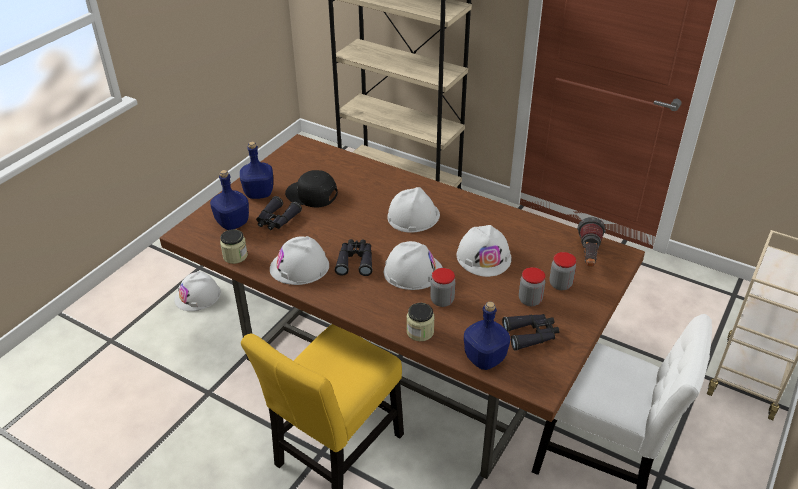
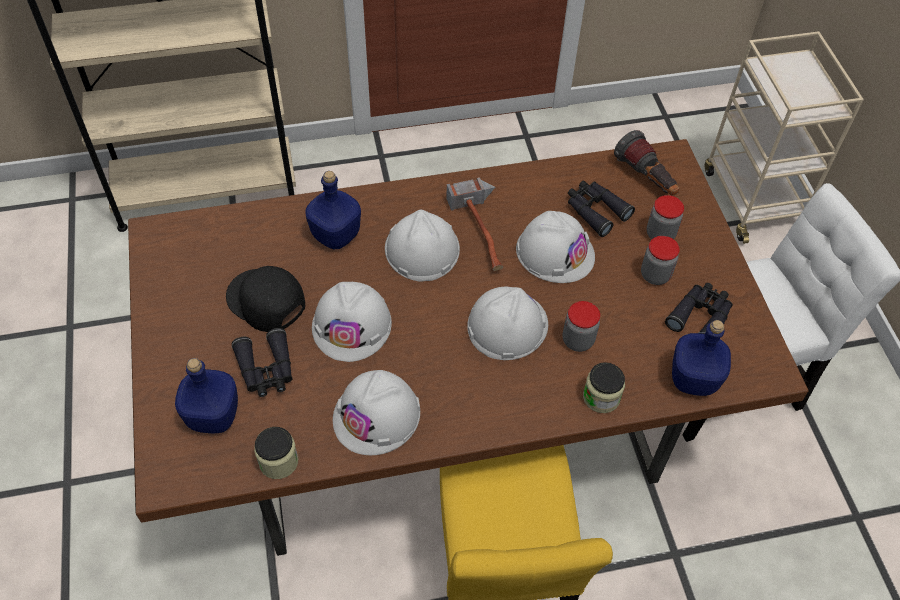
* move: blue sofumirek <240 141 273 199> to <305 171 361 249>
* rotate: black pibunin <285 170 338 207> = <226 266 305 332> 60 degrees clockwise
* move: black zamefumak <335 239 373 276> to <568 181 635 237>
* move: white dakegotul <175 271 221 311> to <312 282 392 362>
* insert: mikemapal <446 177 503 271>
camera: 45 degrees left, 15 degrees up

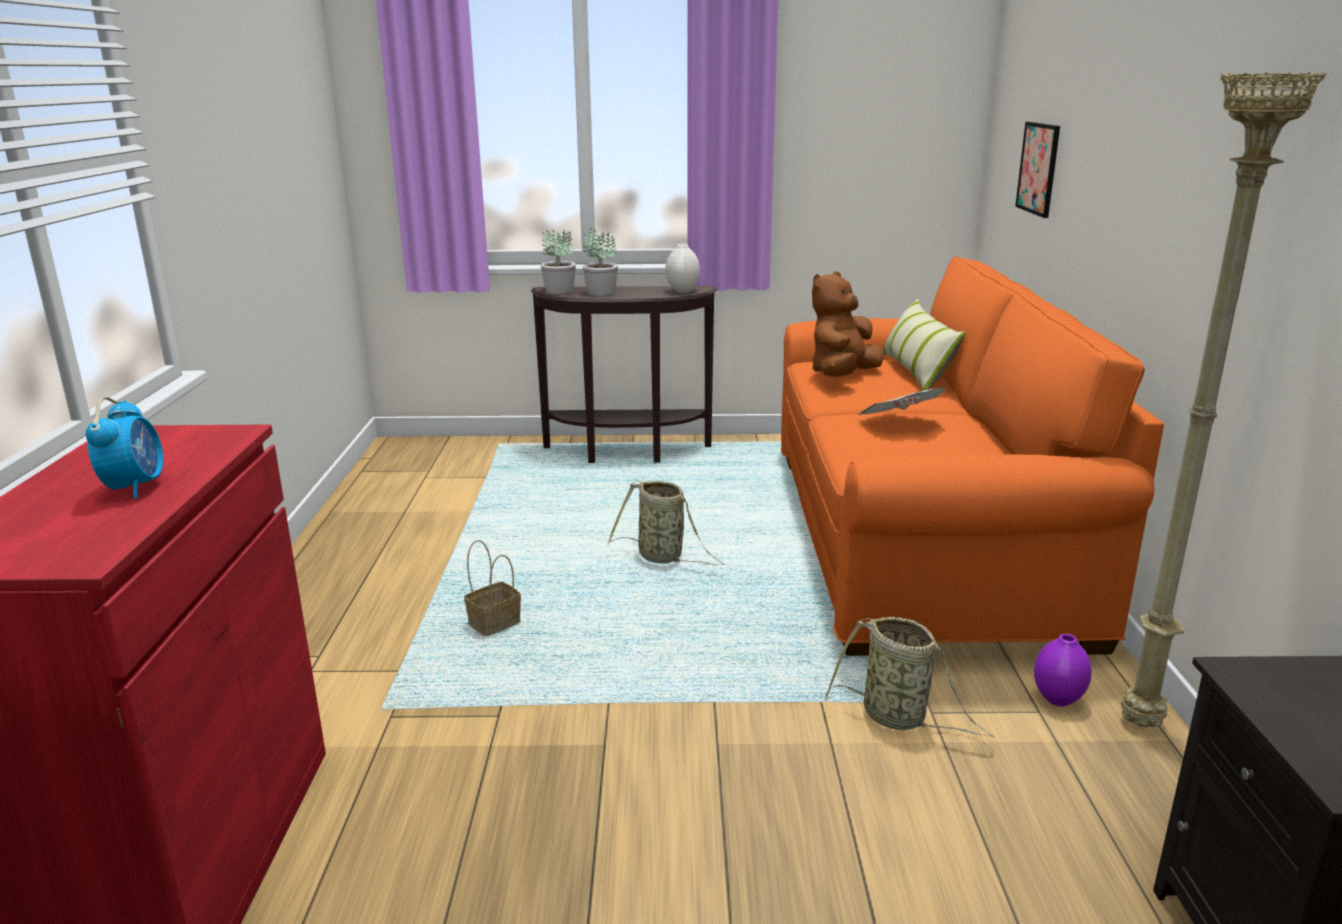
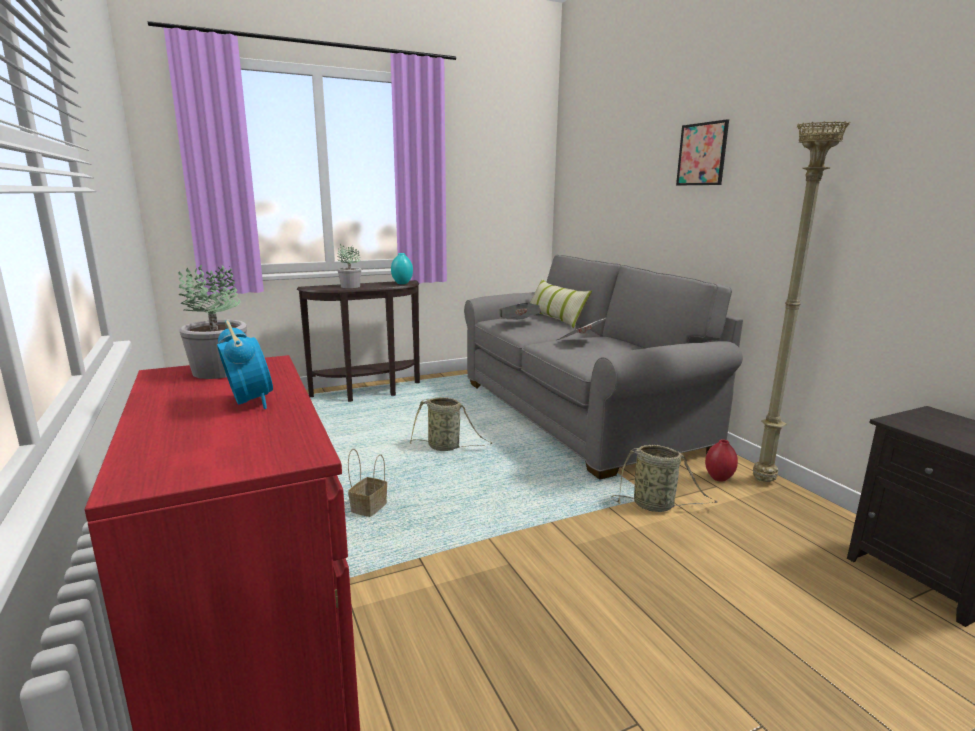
* move: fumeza <1015 122 1060 218> to <676 119 729 185>
* move: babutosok <541 229 576 294> to <178 264 247 379>
* recolor: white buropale <665 244 700 293> to turquoise buropale <391 253 413 284>
* recolor: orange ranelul <781 256 1164 656> to grey ranelul <464 255 743 480>
* replace: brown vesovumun <812 271 883 377> to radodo <499 303 541 320>
* recolor: purple buropale <1034 634 1092 706> to red buropale <705 439 738 482>
camera: 25 degrees left, 5 degrees down

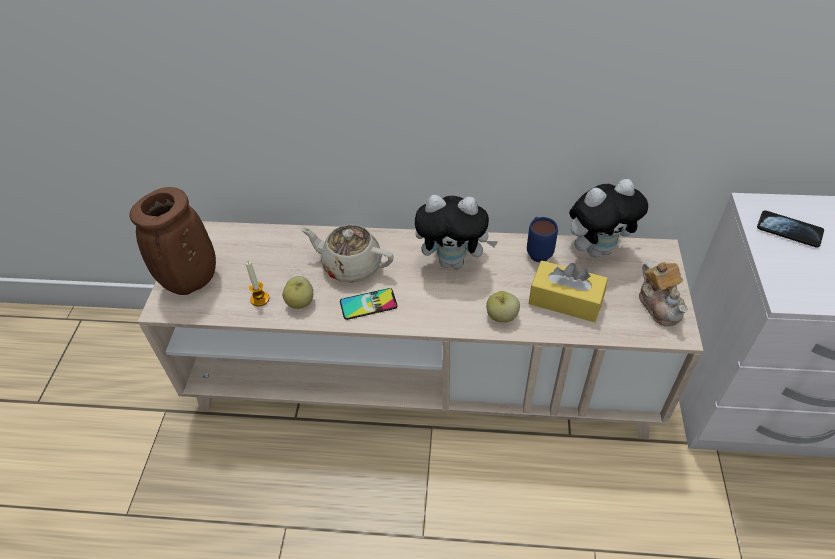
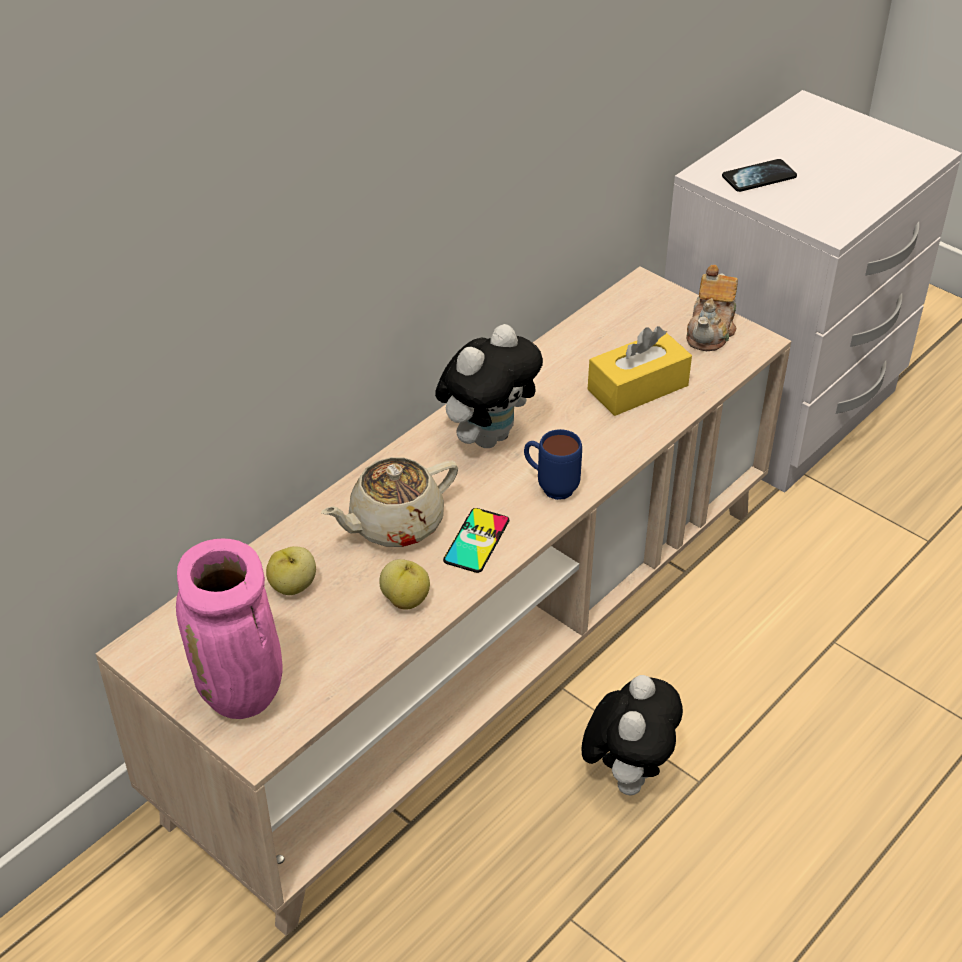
* move: vesovumun <569 179 648 257> to <581 675 683 795>
* recolor: brown buropale <129 187 216 295> to pink buropale <176 538 283 719>
* move: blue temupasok <527 217 558 262> to <524 429 582 500>
* delete: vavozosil <246 261 269 306>
* rotate: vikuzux <639 261 688 326> = <686 265 738 351> 90 degrees clockwise
* move: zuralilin <486 291 520 322> to <266 546 316 595>
camera: 55 degrees left, 5 degrees down

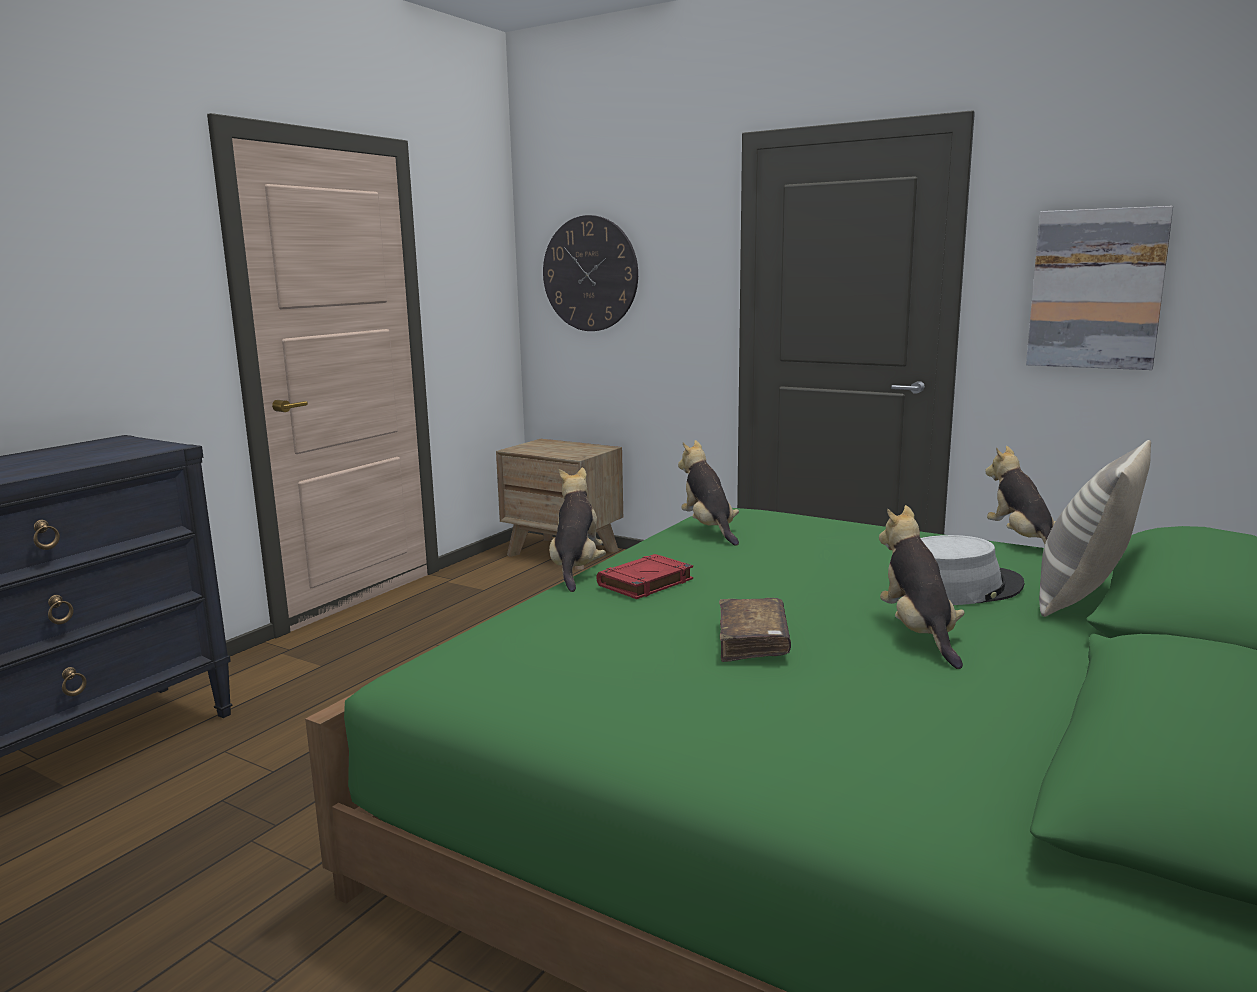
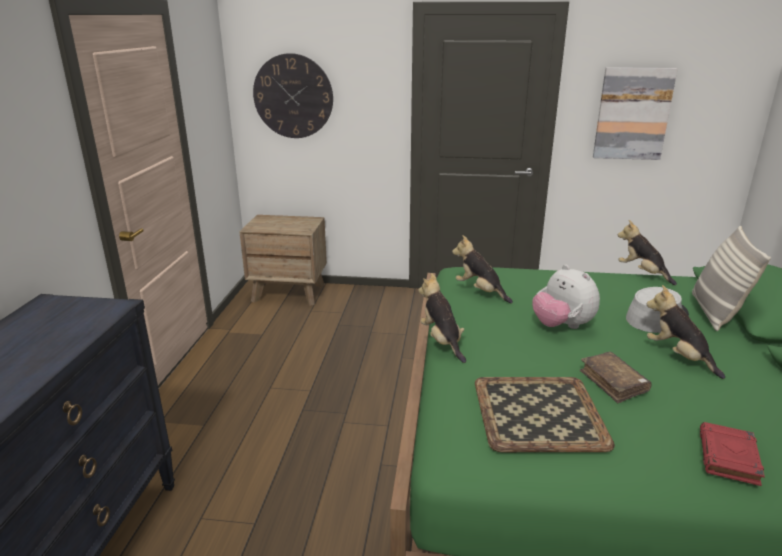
* move: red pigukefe <596 554 693 599> to <700 422 765 486>
* insert: vesovumun <532 265 600 329>
* insert: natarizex <475 377 615 452>
camera: 25 degrees left, 10 degrees up

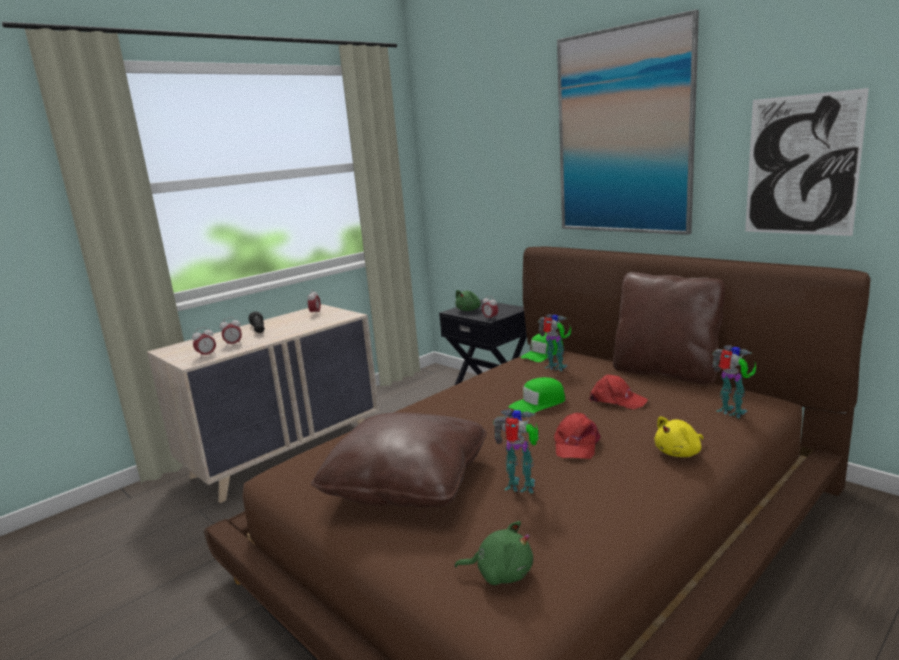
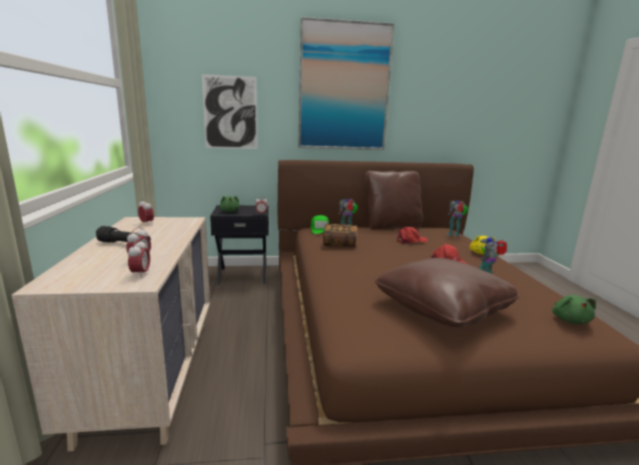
* move: fumeza <745 88 869 236> to <202 74 257 149>
* delete: green pibunin <509 377 565 414>
* rotate: green vesovumun <455 521 533 585> = <552 295 596 324> 135 degrees clockwise
* insert: pigukefe <323 224 357 247>
camera: 55 degrees left, 0 degrees up

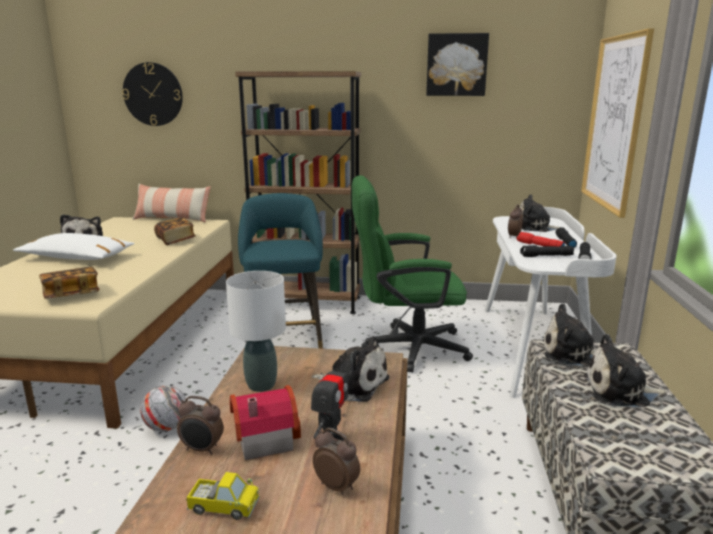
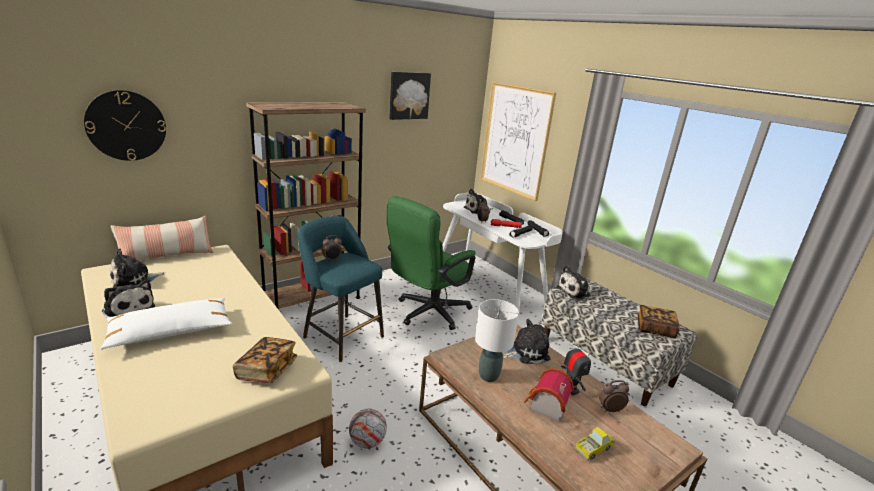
* move: pigukefe <154 218 196 245> to <638 305 680 338>
* move: vesovumun <584 334 667 407> to <110 248 165 288>
* move: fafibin <177 396 224 455> to <322 235 342 262>
camera: 45 degrees left, 5 degrees up

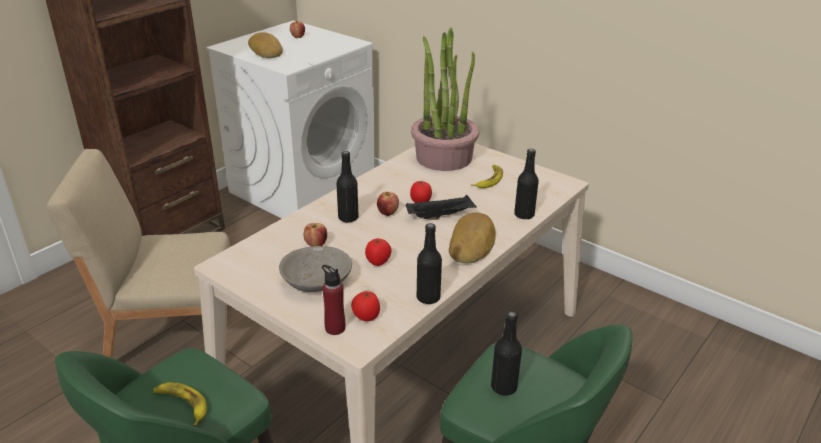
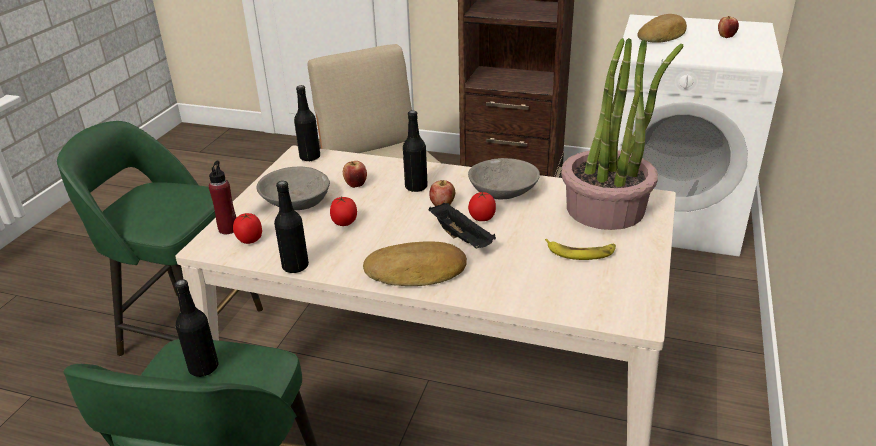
* move: black sofumirek <514 149 539 220> to <294 85 320 162>
* delete: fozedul <153 382 207 426>
* insert: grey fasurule <468 158 540 200>
camera: 70 degrees right, 0 degrees up

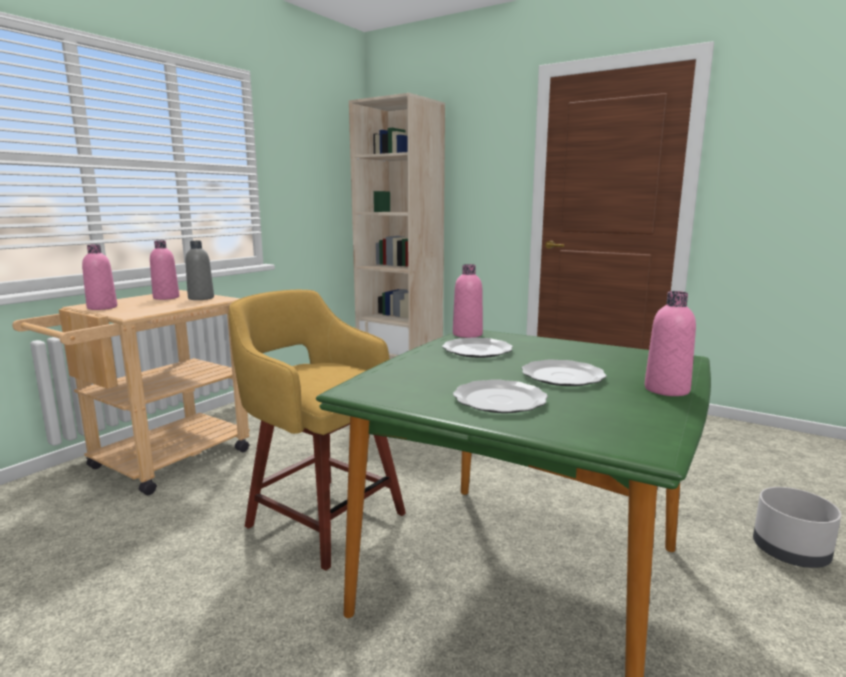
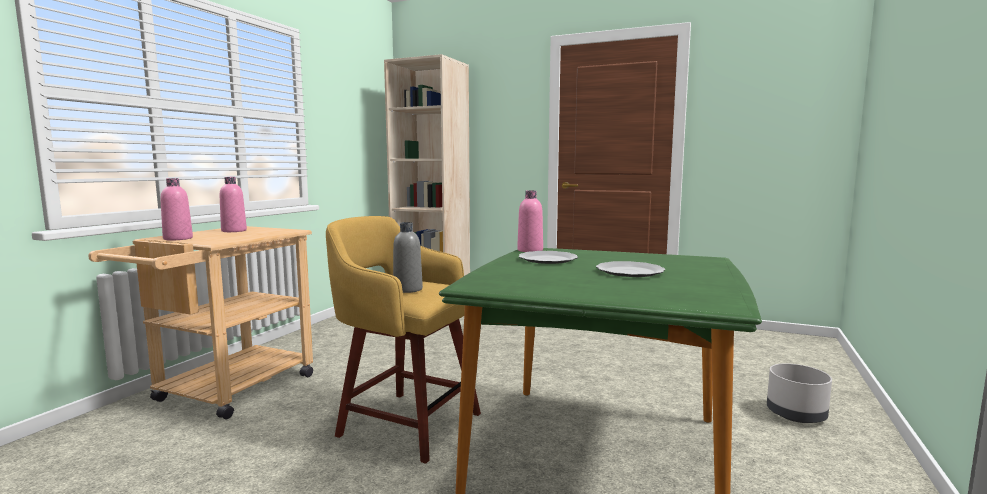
* move: grey sofumirek <185 241 214 300> to <393 222 423 293>
* delete: pink sofumirek <645 291 696 396>
* delete: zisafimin <453 379 548 413>
camera: 10 degrees left, 5 degrees down

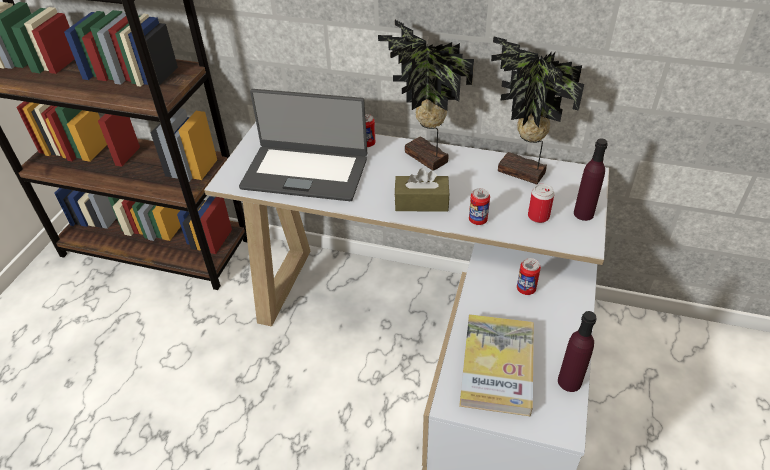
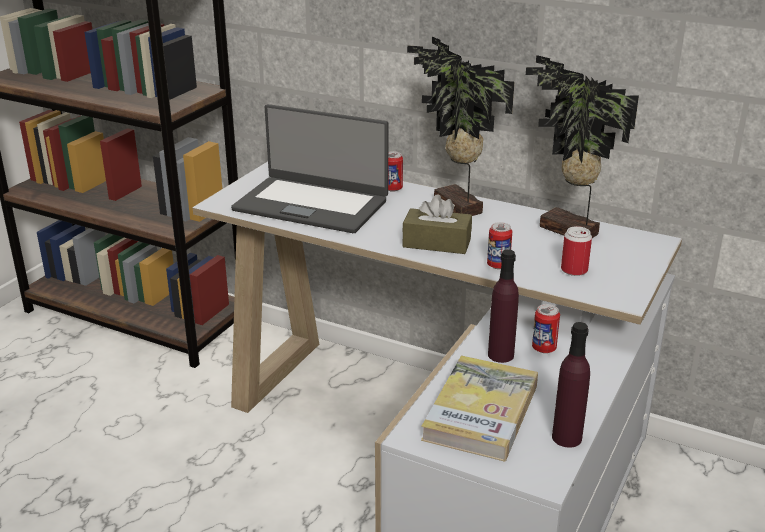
* move: purple sofumirek <574 138 608 221> to <488 249 519 363>
camera: 10 degrees right, 15 degrees down

